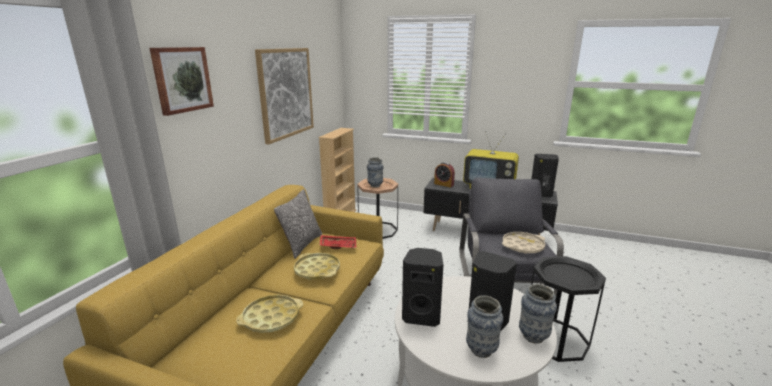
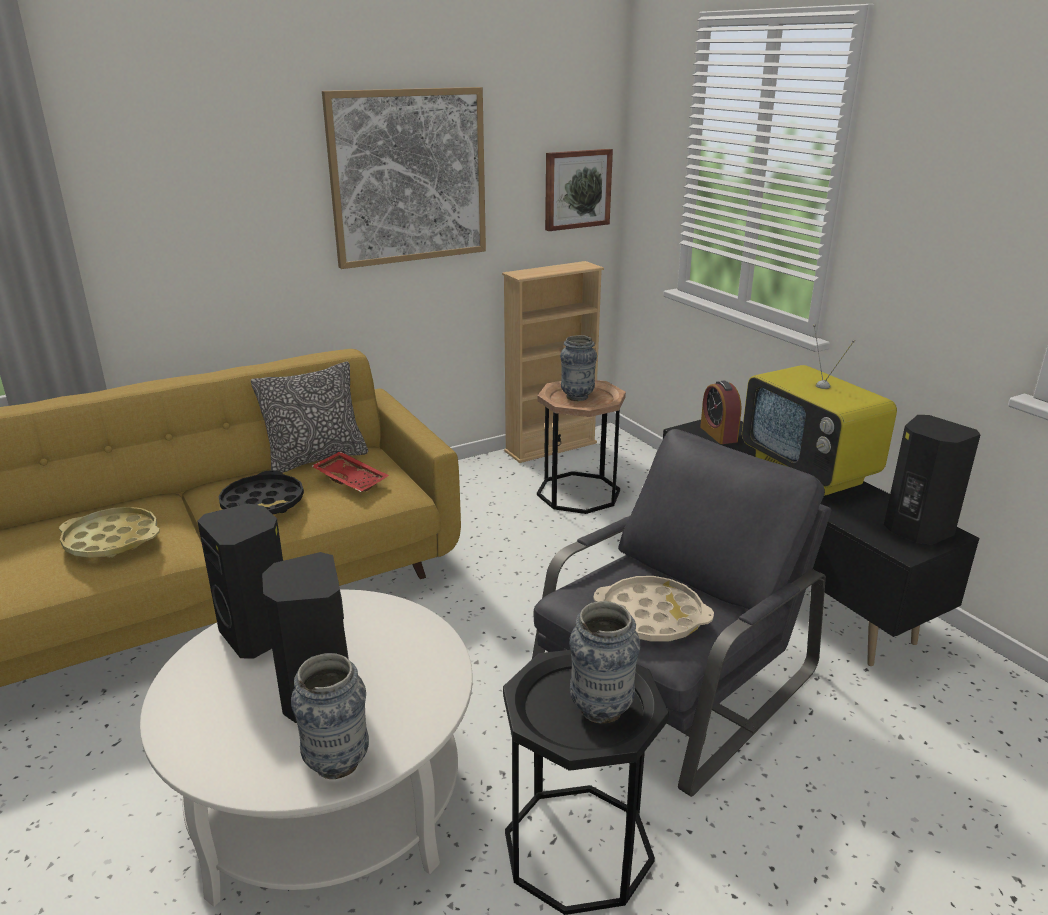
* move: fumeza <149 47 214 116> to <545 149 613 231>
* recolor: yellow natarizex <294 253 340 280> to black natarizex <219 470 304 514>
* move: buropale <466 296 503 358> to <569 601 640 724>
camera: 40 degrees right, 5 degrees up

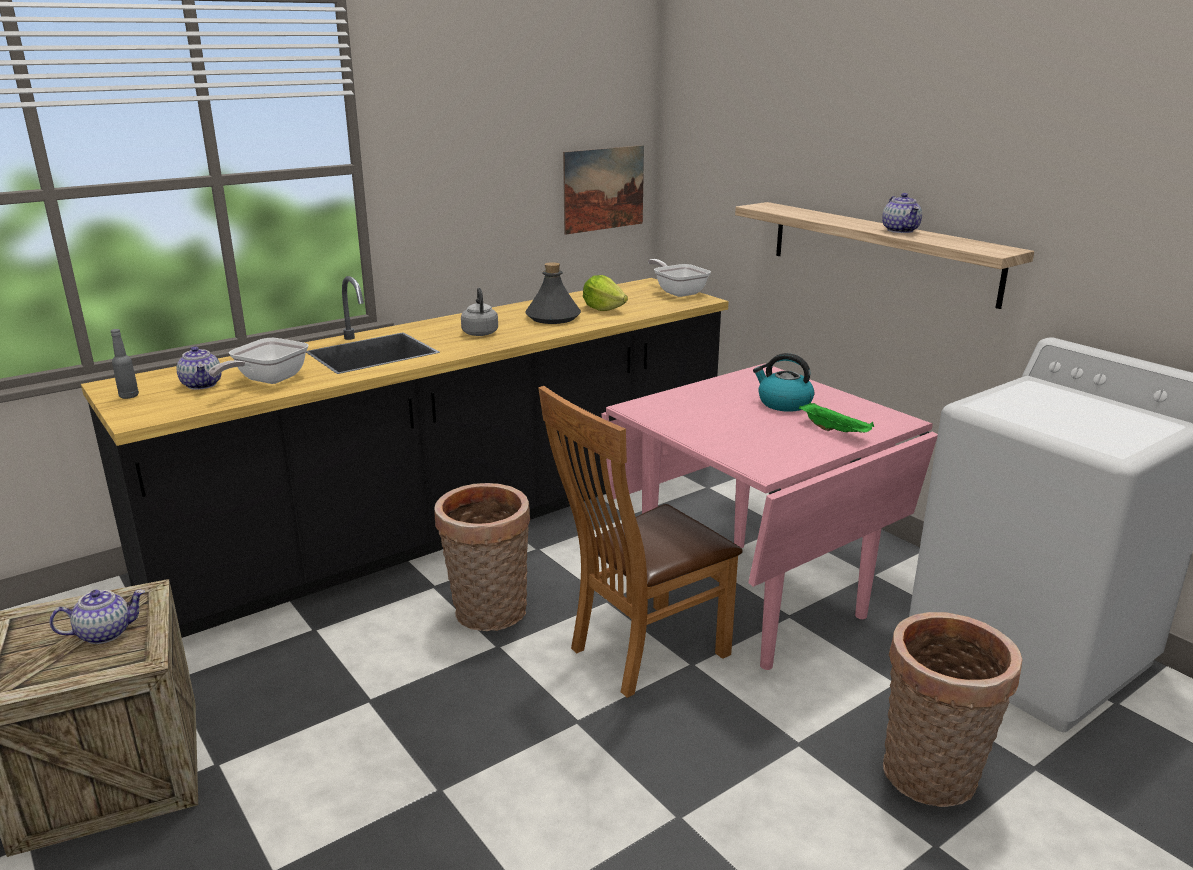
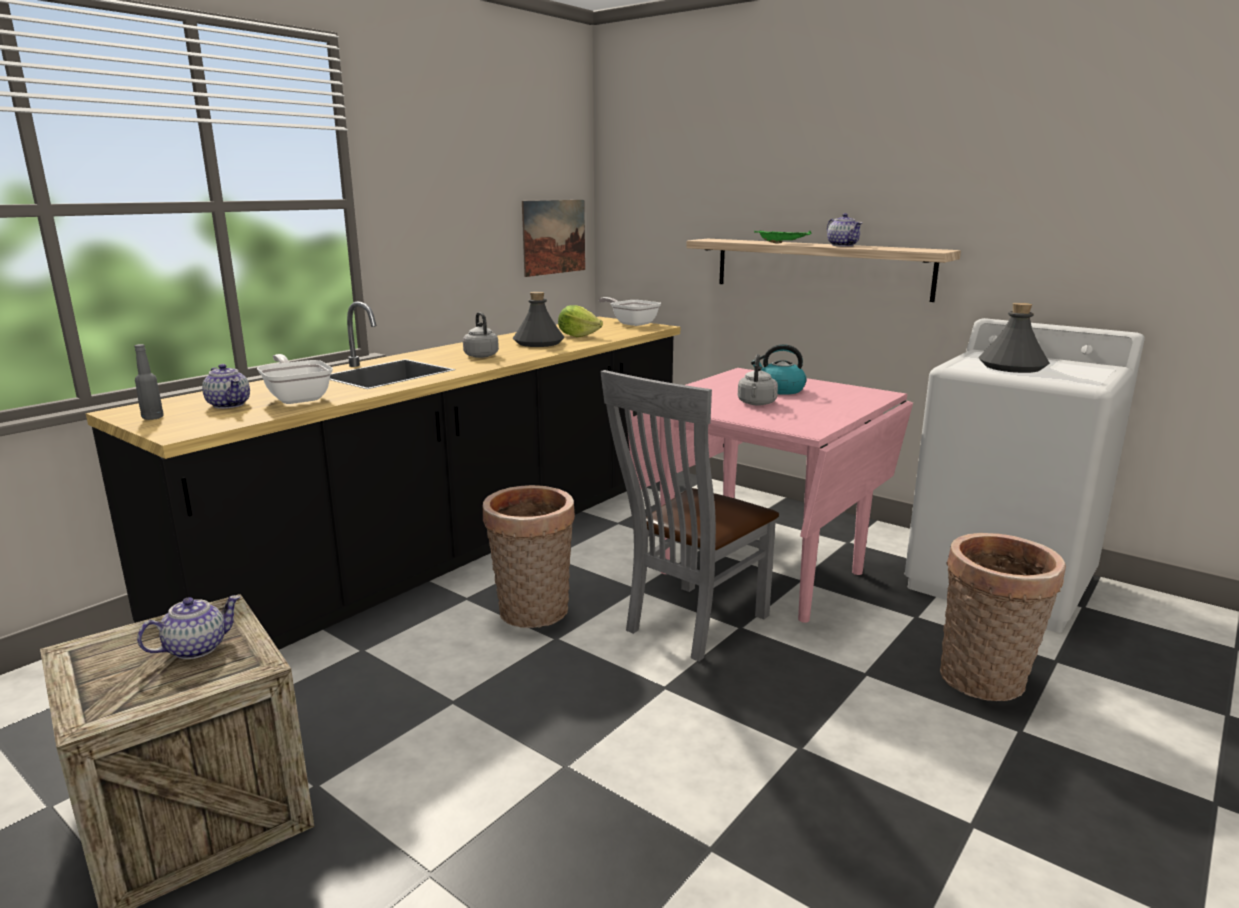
* rotate: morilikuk <209 338 308 384> = <257 354 333 404> 135 degrees clockwise
* recolor: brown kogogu <538 386 743 698> to grey kogogu <600 370 779 662>
* move: green natarizex <799 403 874 433> to <754 230 811 244>
* insert: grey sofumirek <979 303 1050 373>
* insert: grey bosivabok <738 354 778 406>
camera: 15 degrees left, 5 degrees down

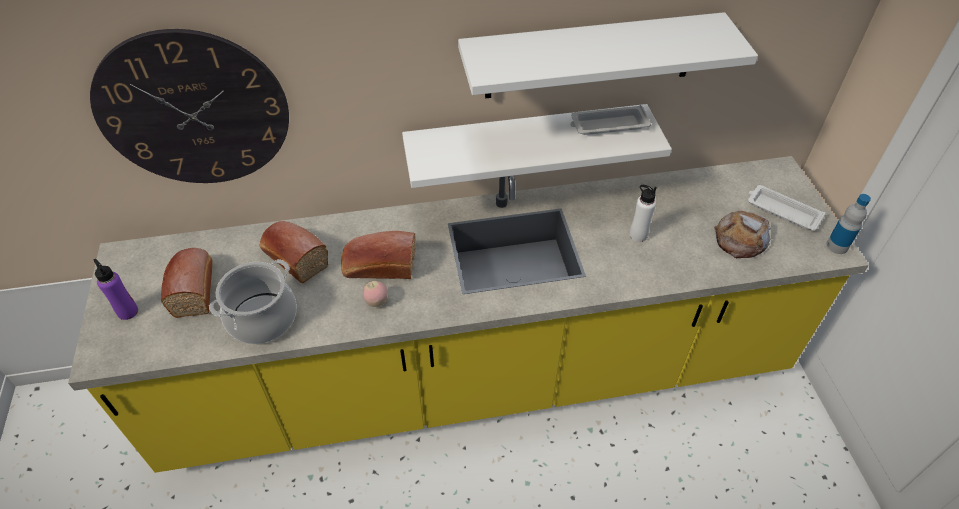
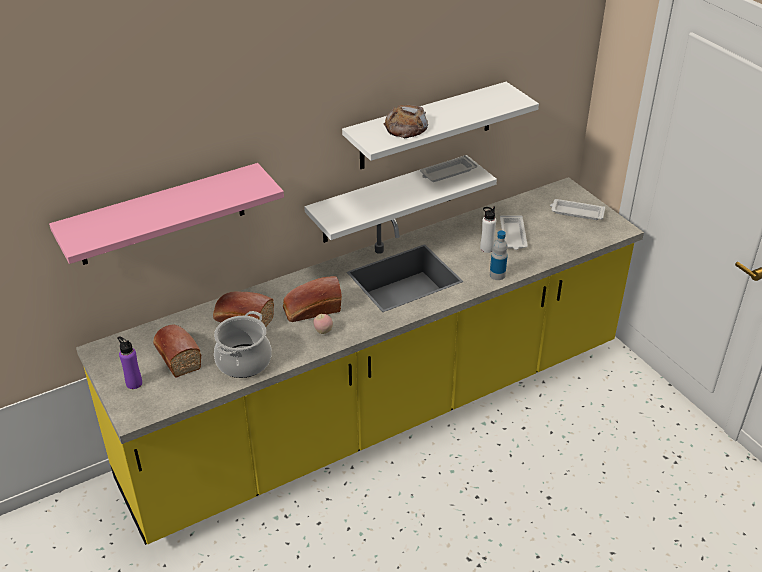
* replace: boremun <90 29 289 183> to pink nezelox <49 163 284 265>
* move: sofumirek <826 194 871 254> to <490 230 508 280>
* move: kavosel <714 211 771 258> to <384 105 428 138>
* insert: white natarizex <500 215 528 250>
camera: 20 degrees left, 10 degrees down

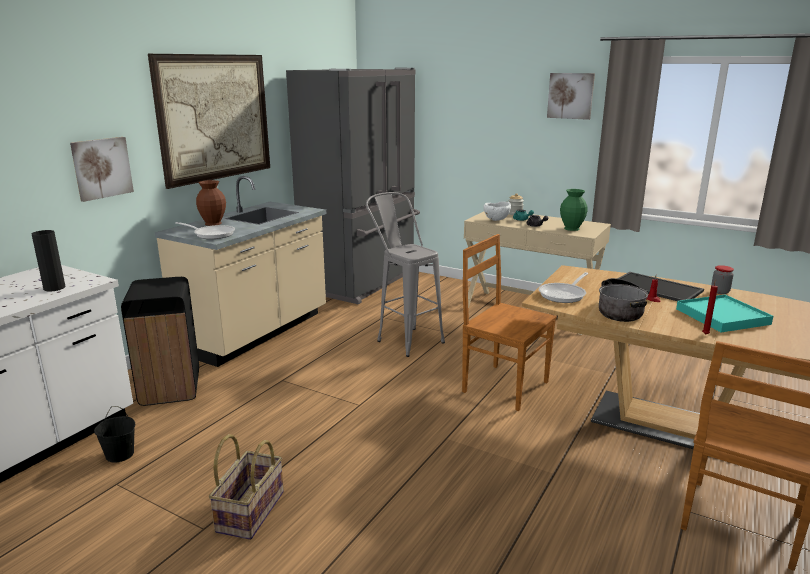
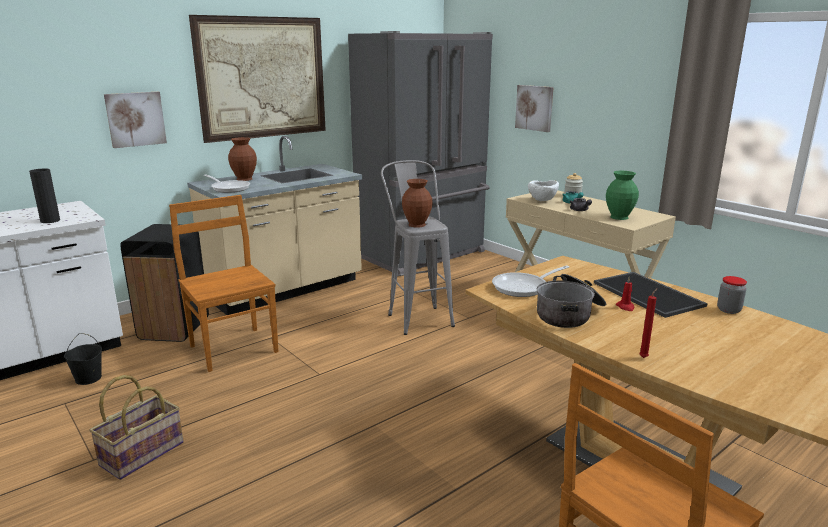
* move: fumeza <547 73 595 120> to <515 85 554 132>
* move: brown kogogu <462 234 557 411> to <169 195 278 372>
* delete: turquoise natarizex <676 295 773 332>
* insert: brown buropale <402 179 433 228>
camera: 20 degrees right, 0 degrees up

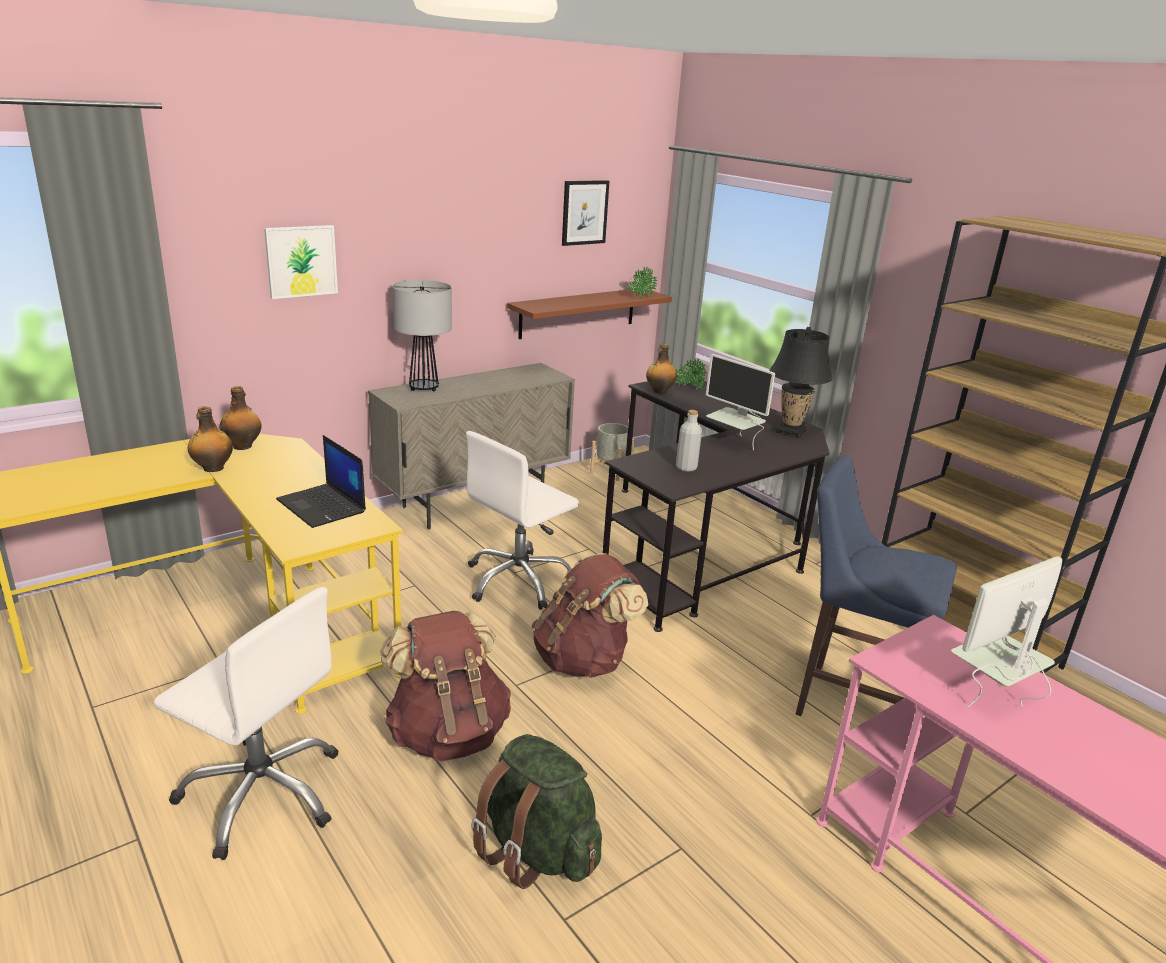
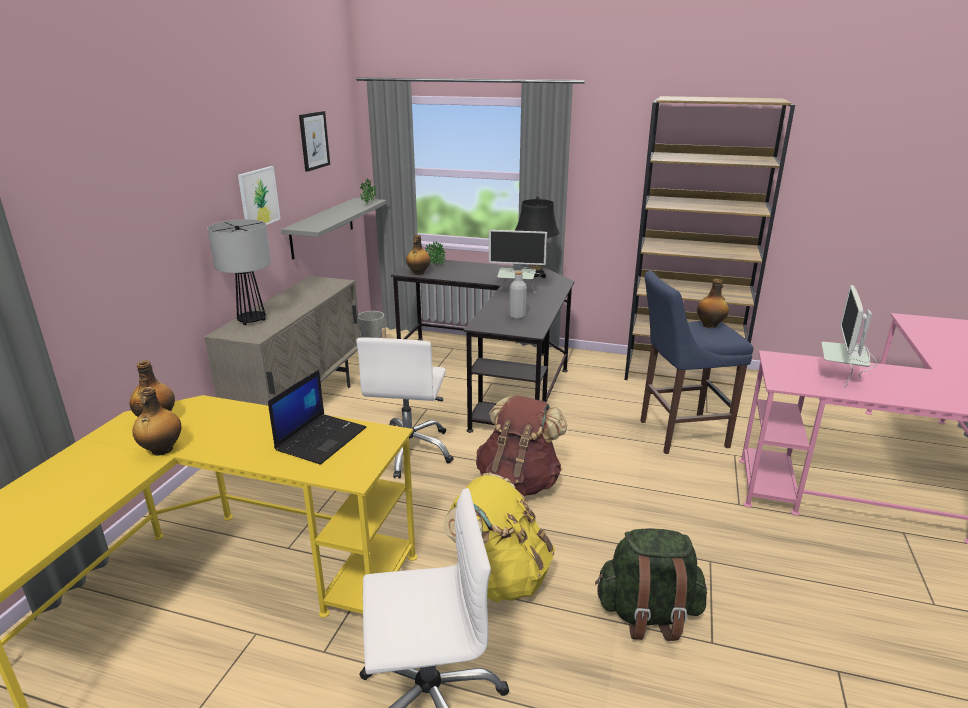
* move: fumeza <264 225 338 299> to <238 166 281 225>
* recolor: brown nezelox <507 288 672 339> to grey nezelox <281 198 387 259>
* rotate: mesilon <276 435 366 528> = <268 370 366 465> 75 degrees counterclockwise
* recolor: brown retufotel <380 611 511 762> to yellow retufotel <443 473 555 602>
* insert: sofumirek <697 279 729 328>
camera: 35 degrees left, 0 degrees up

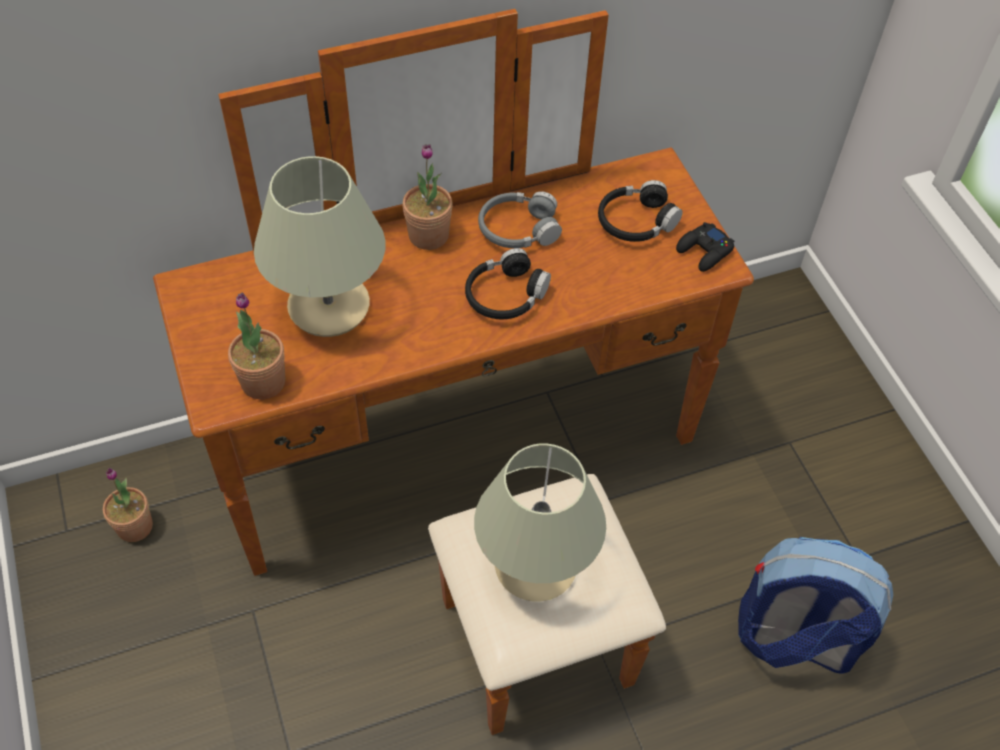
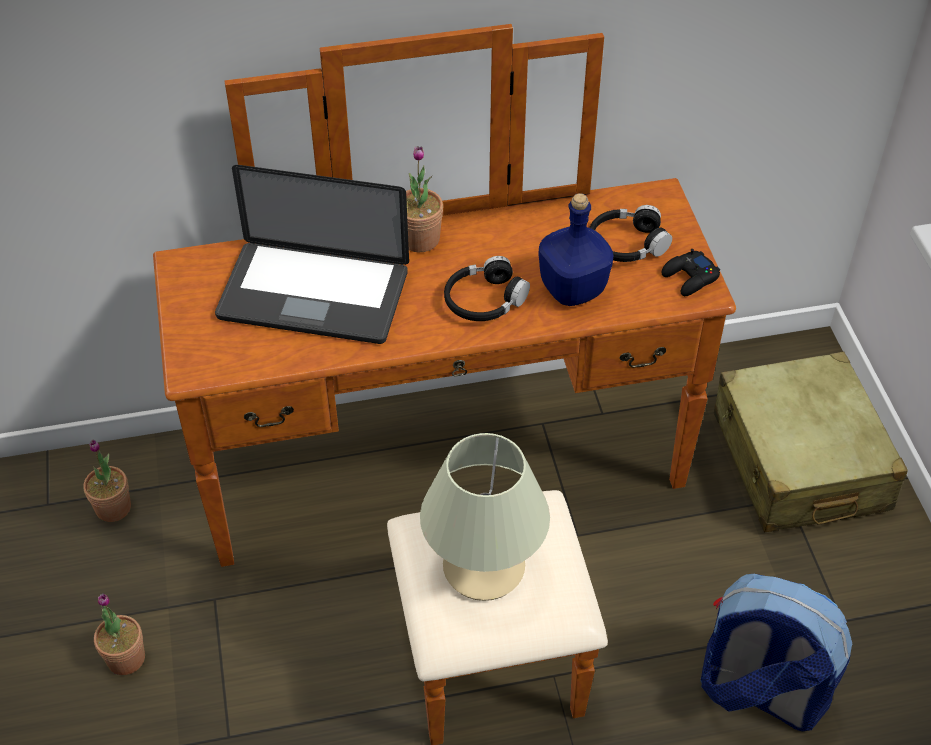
* replace: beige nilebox <254 156 386 337> to mesilon <215 165 409 344>
* delete: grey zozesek <478 191 562 248>
* move: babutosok <228 293 285 399> to <94 593 145 675>
* insert: blue sofumirek <538 193 613 306>
* insert: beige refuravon <714 352 908 532>
camera: 10 degrees right, 5 degrees down

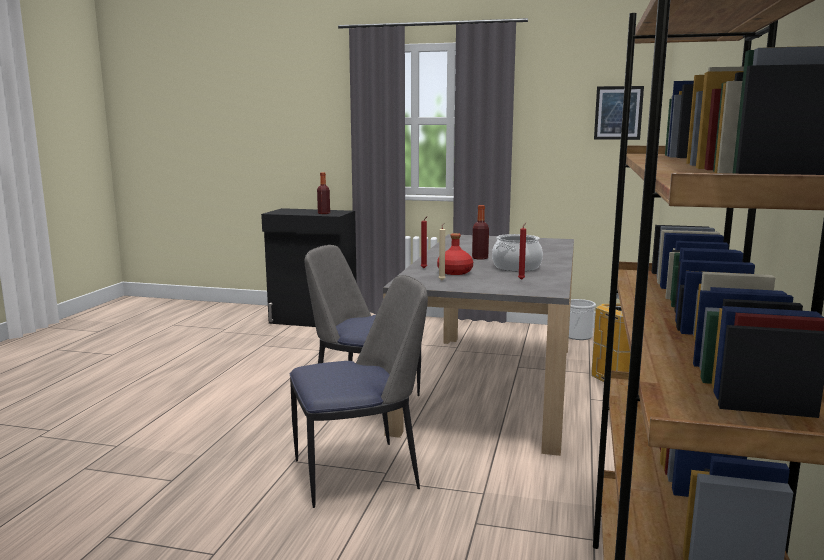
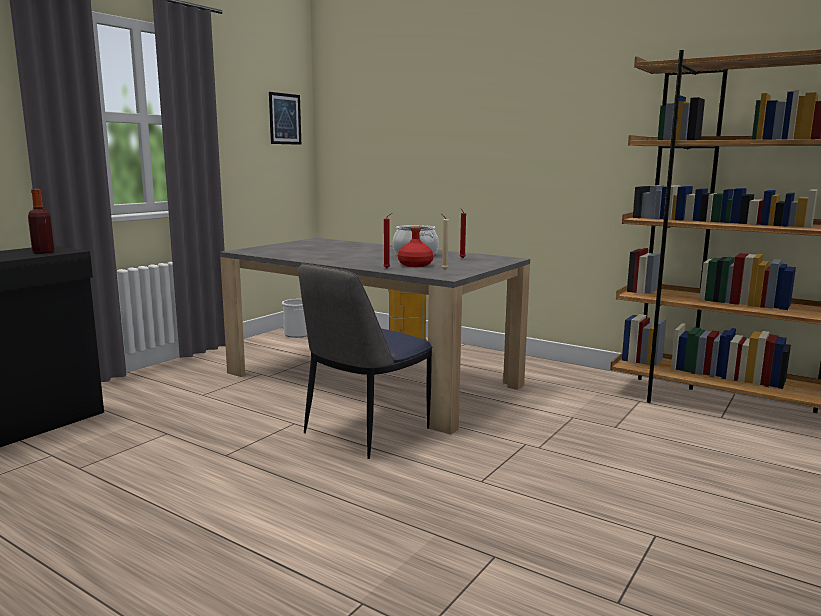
* delete: sofumirek <472 205 489 260>
* delete: kogogu <290 275 428 508>
camera: 70 degrees left, 0 degrees up

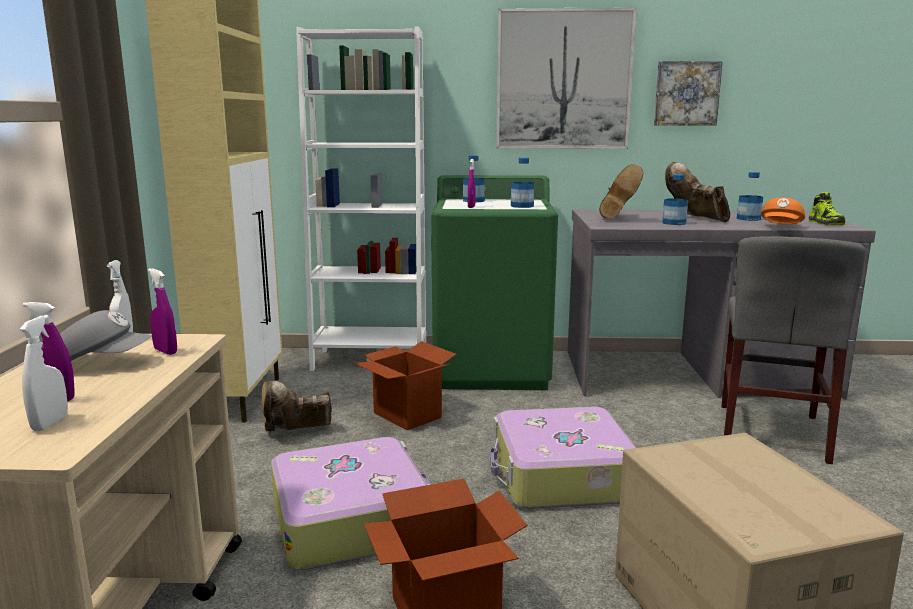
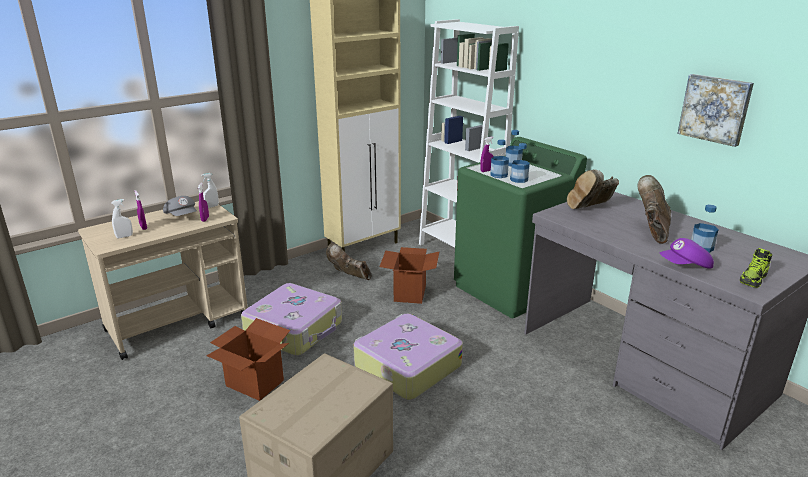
* delete: fumeza <496 8 637 149>
* move: sofumirek <663 174 688 225> to <490 139 509 178>
* recolor: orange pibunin <761 198 805 224> to purple pibunin <660 238 714 269>
* delete: grey kogogu <722 236 866 464>
camera: 50 degrees right, 10 degrees up

